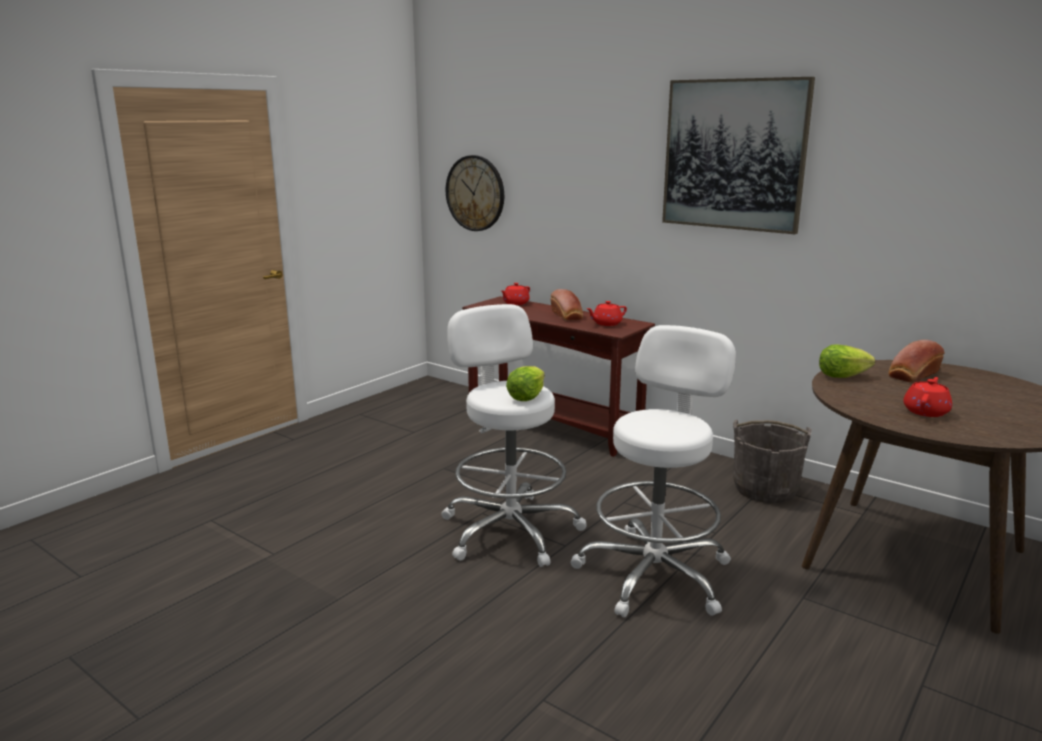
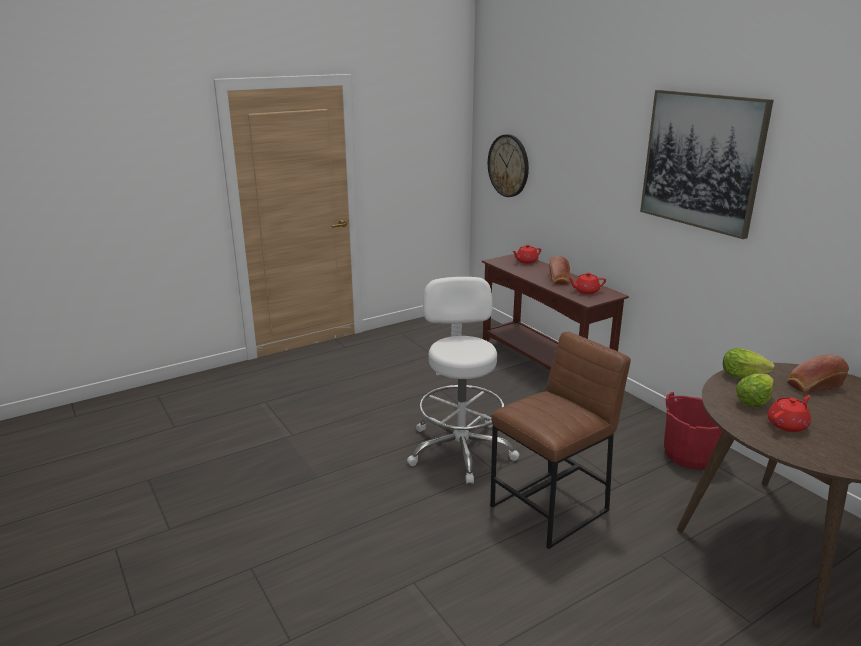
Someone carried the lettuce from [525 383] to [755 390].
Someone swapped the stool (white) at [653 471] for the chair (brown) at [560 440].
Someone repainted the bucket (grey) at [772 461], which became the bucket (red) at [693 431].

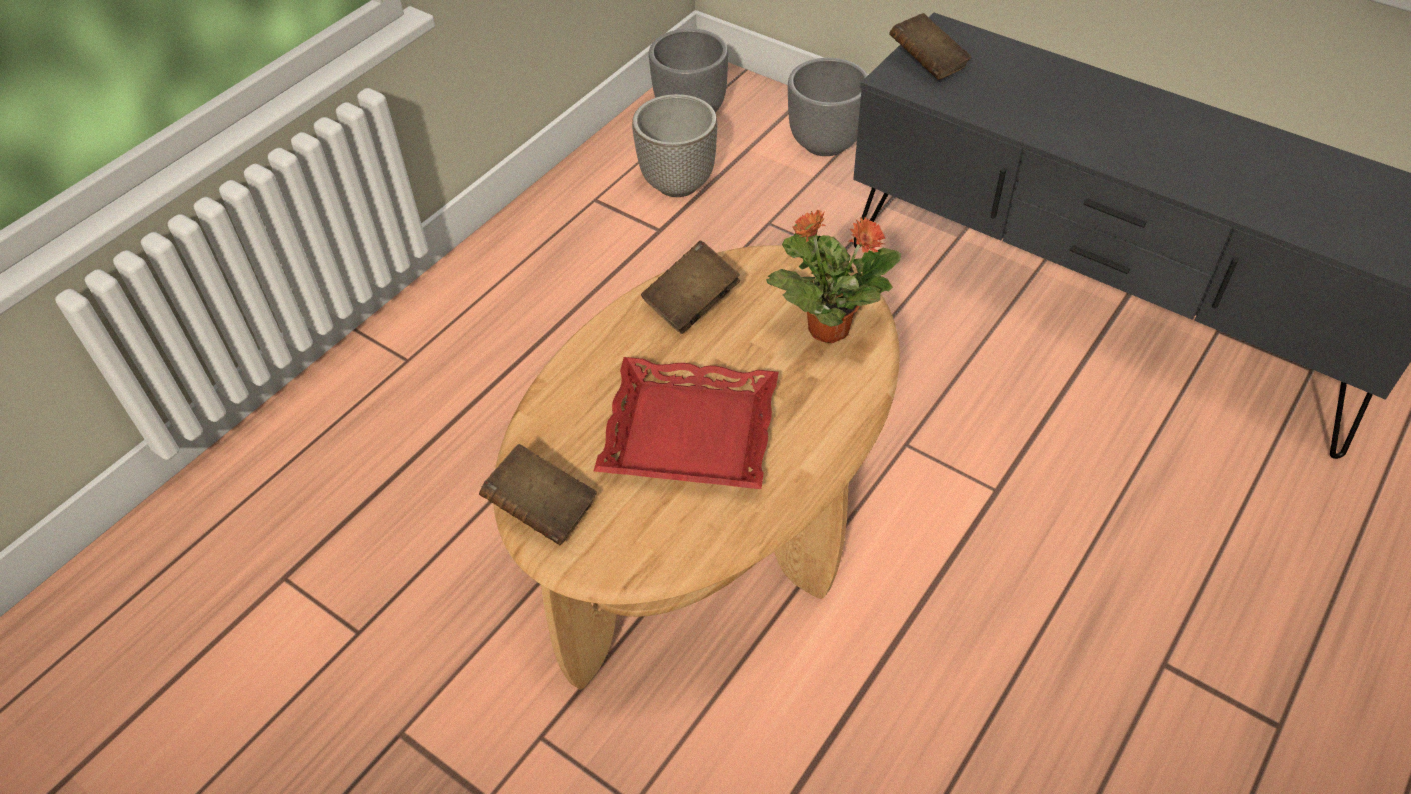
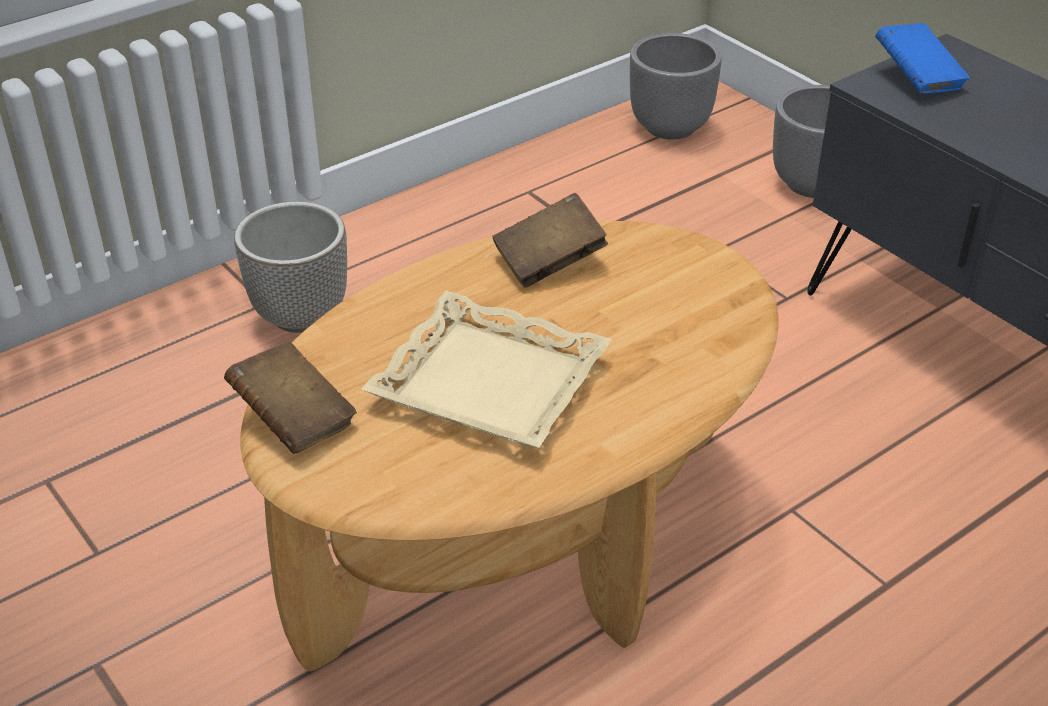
Someone repainted the tray (red) at [686 423], which became the tray (beige) at [486 369].
Someone carried the planter from [674 145] to [290 267].
Someone took away the potted plant at [833 276].
Someone repainted the book (brown) at [930 46], which became the book (blue) at [922 58].

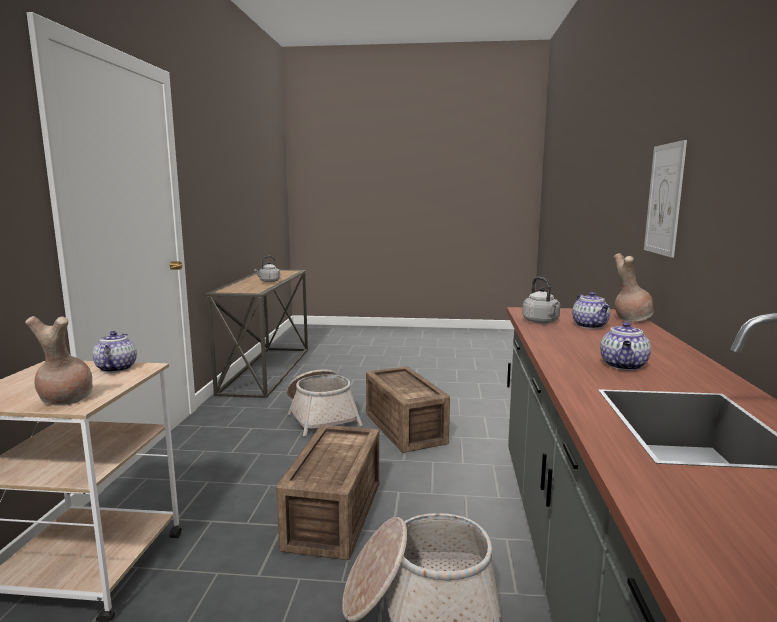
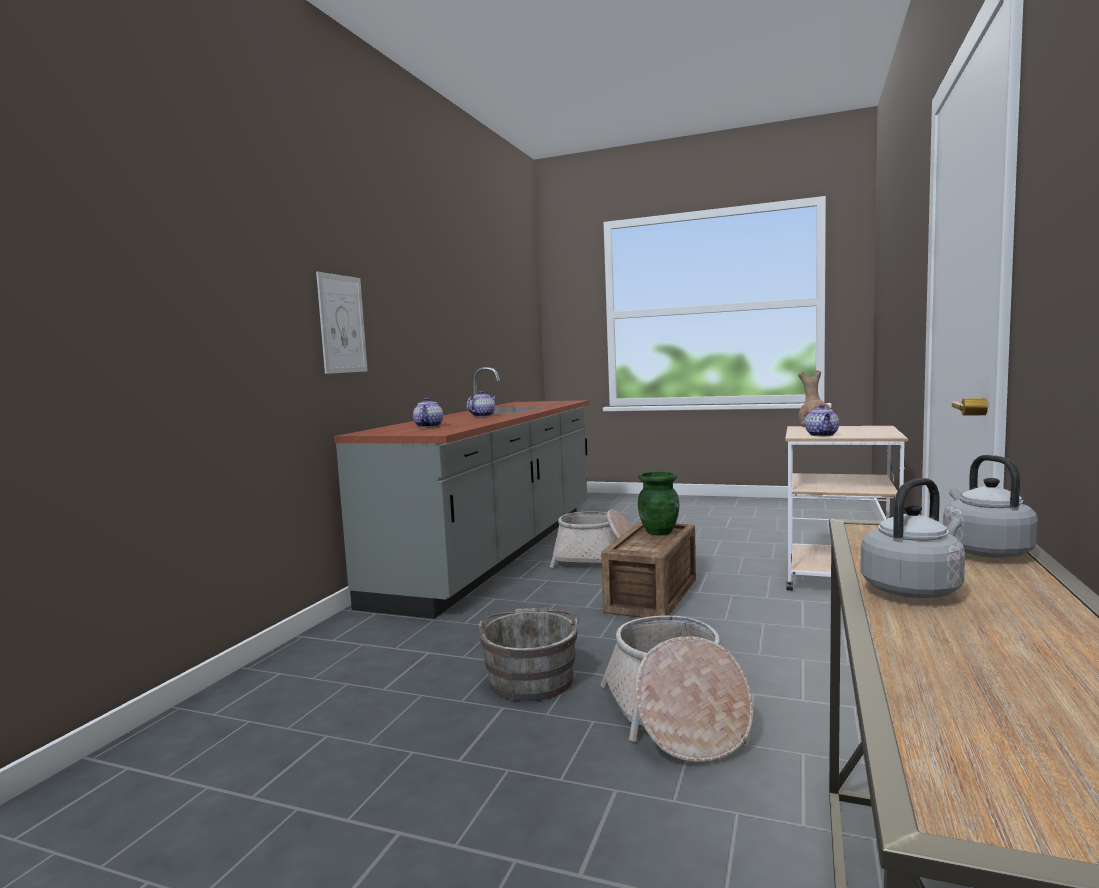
Someone swapped the crate at [408 410] for the bucket (grey) at [529 654].
Someone carried the kettle (grey) from [541 300] to [990 506].
Someone took away the vase (brown) at [634 287].
Someone put down the vase (green) at [658 503].

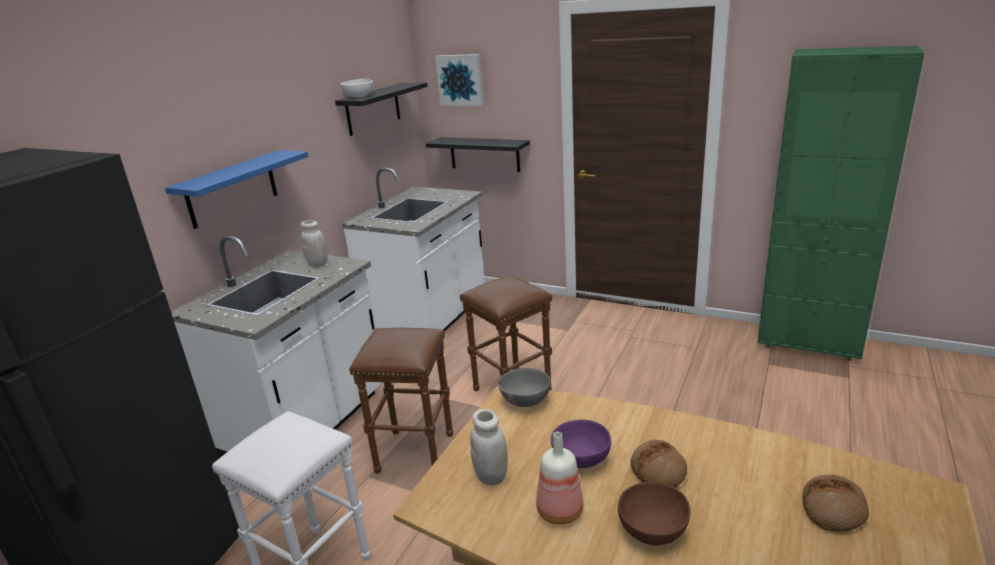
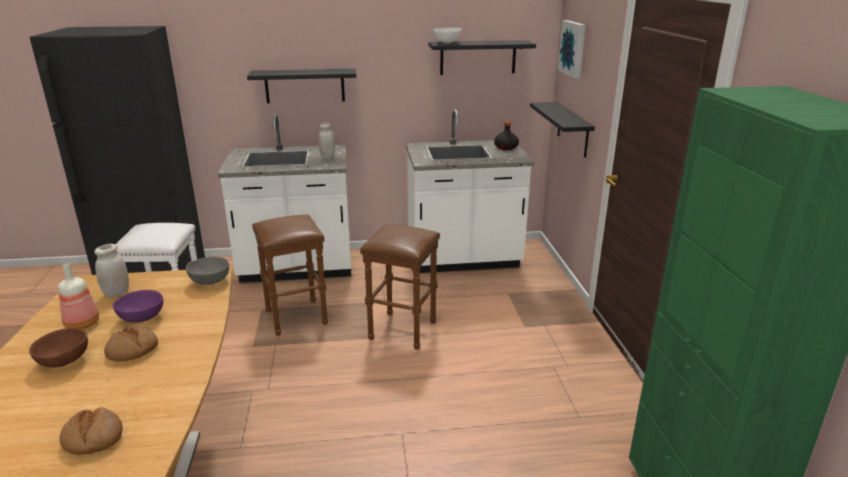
Someone repainted the shelf (blue) at [237 189], which became the shelf (black) at [301 86].
Someone put down the bottle (black) at [506 135].

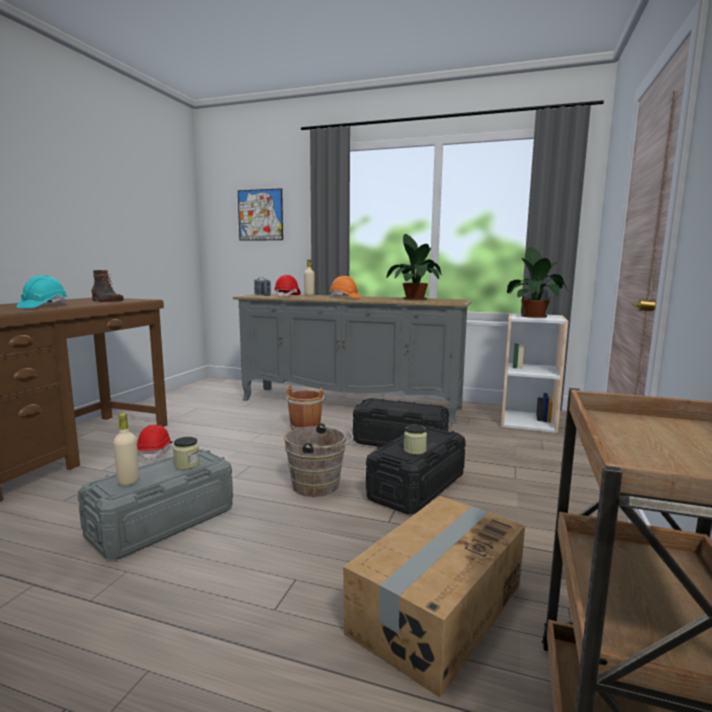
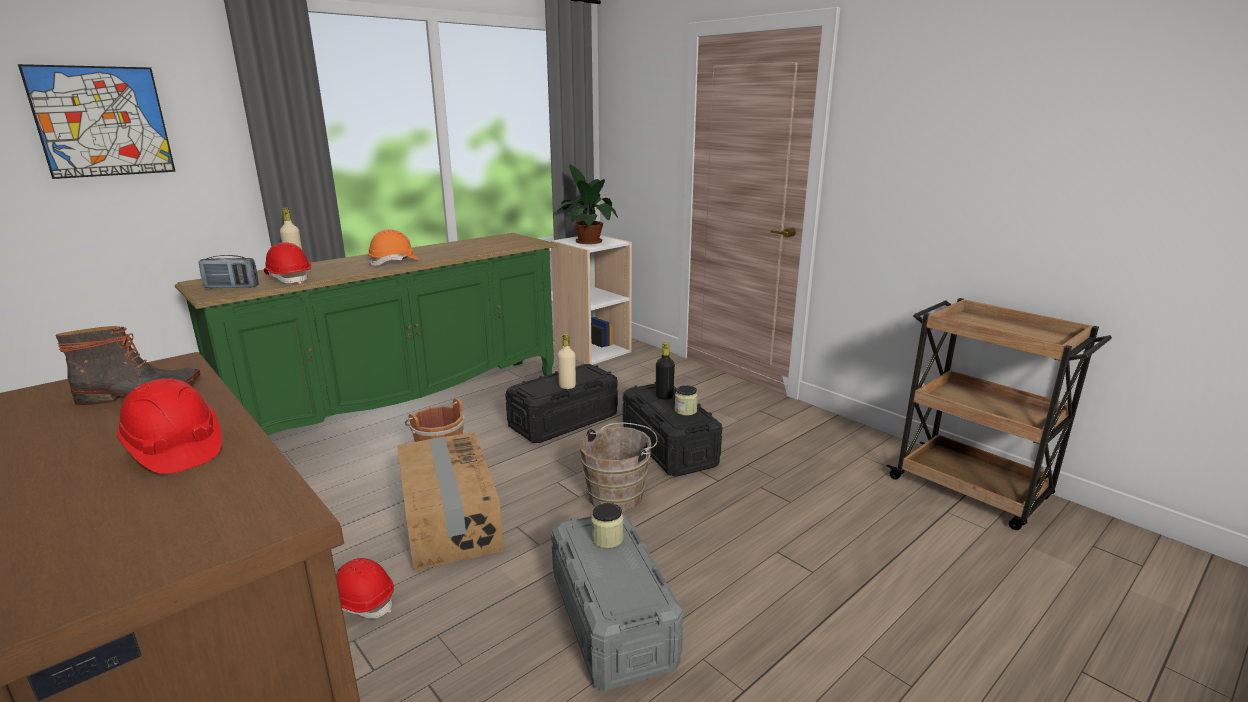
Someone repainted the hard hat (turquoise) at [42 292], which became the hard hat (red) at [169 426].
Someone carried the bottle (beige) from [126 449] to [566 361].
Someone repainted the cabinet (grey) at [352 359], which became the cabinet (green) at [366 334].
Someone carried the cardboard box from [434 597] to [450 501].
Someone took away the potted plant at [414 267].
Someone put down the bottle (black) at [665 371].

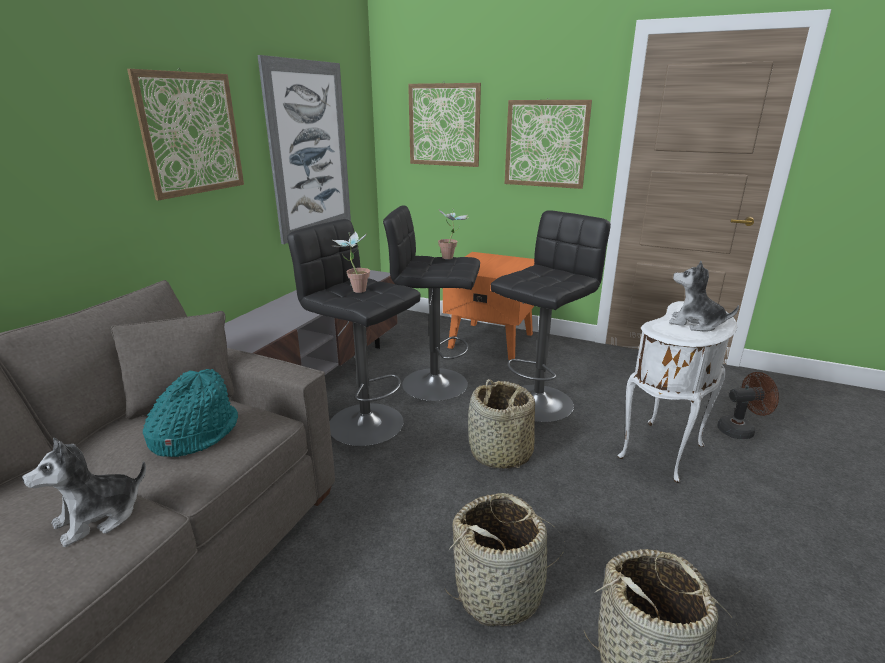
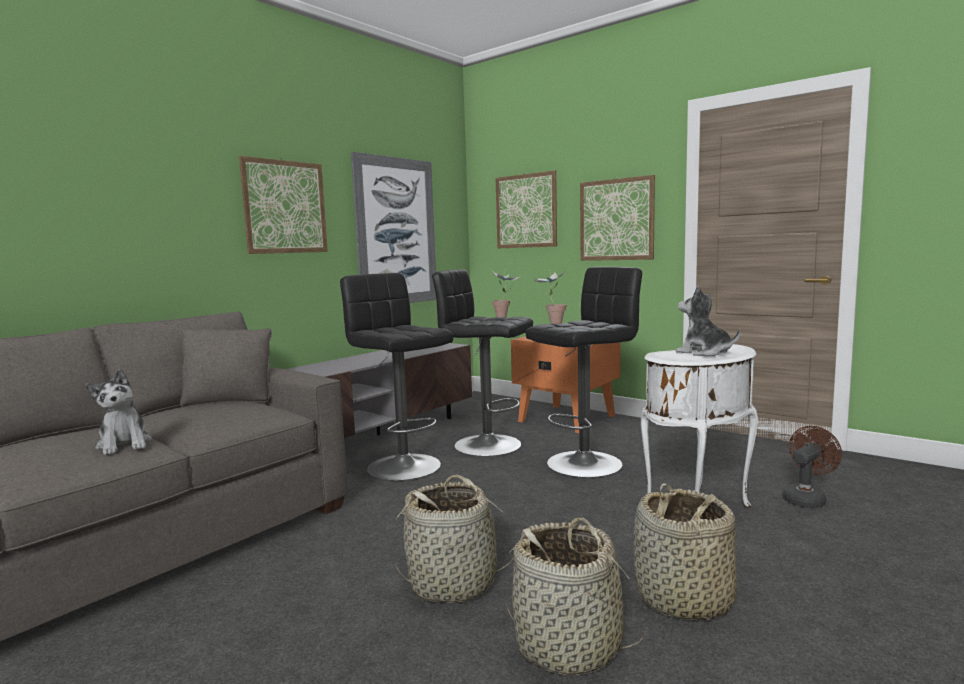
Someone rotated the plush toy at [84 492] by 90 degrees counterclockwise.
Someone took away the hat (turquoise) at [190 413].
Someone carried the potted plant from [350 262] to [550 297].
Someone carried the basket from [501 424] to [685 552].
Someone rotated the fan (brown) at [748 405] by 45 degrees counterclockwise.

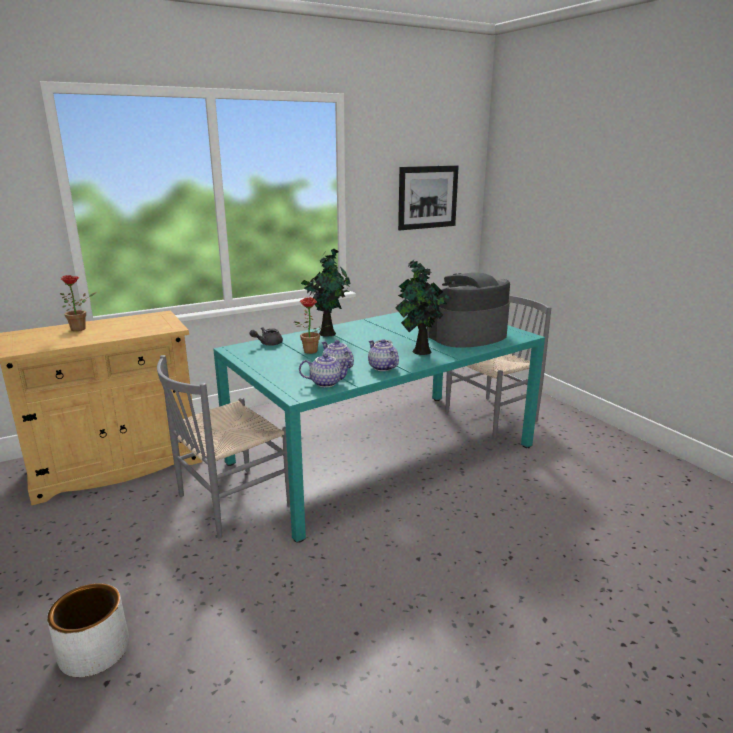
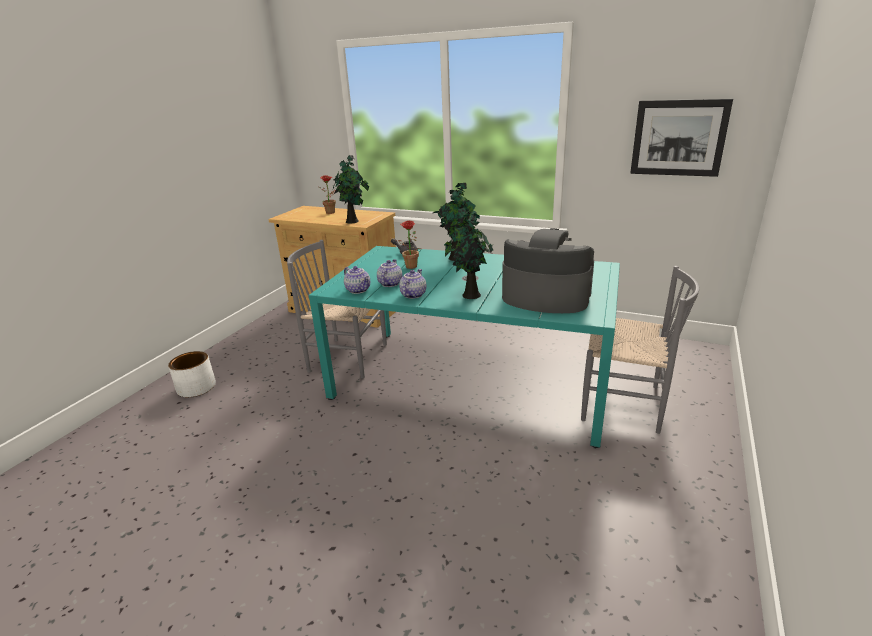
Someone put down the potted plant at [351 189].

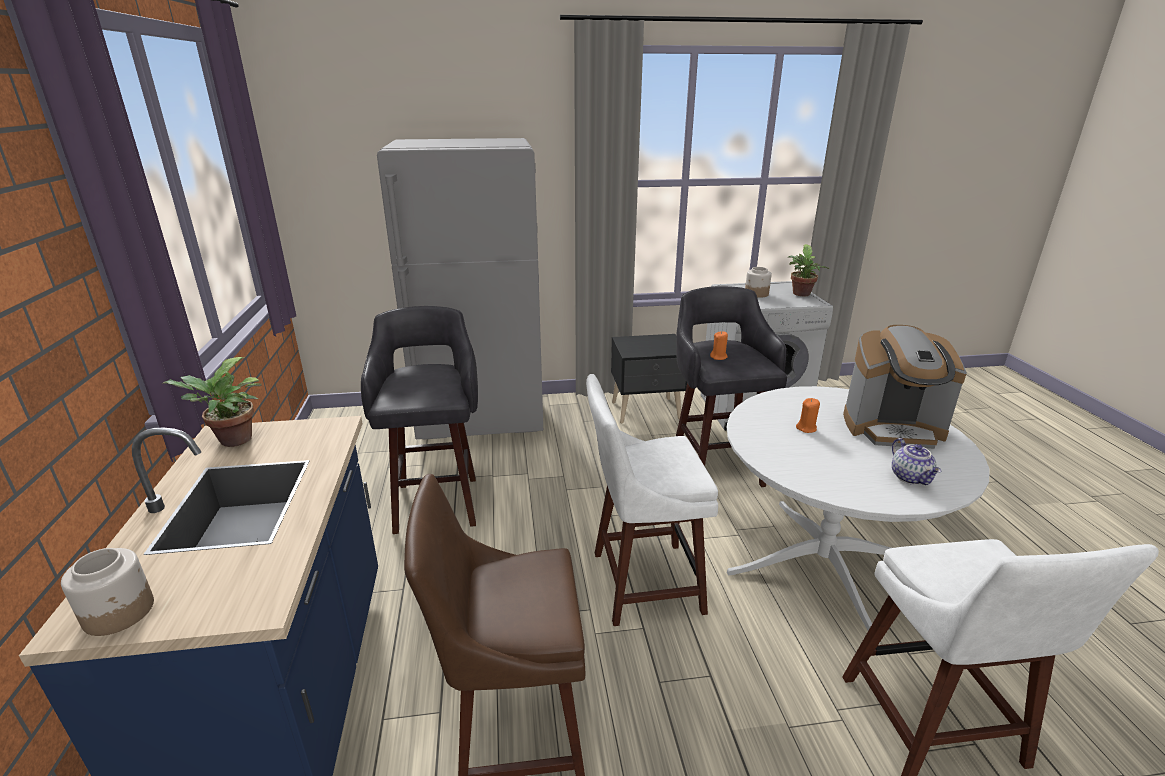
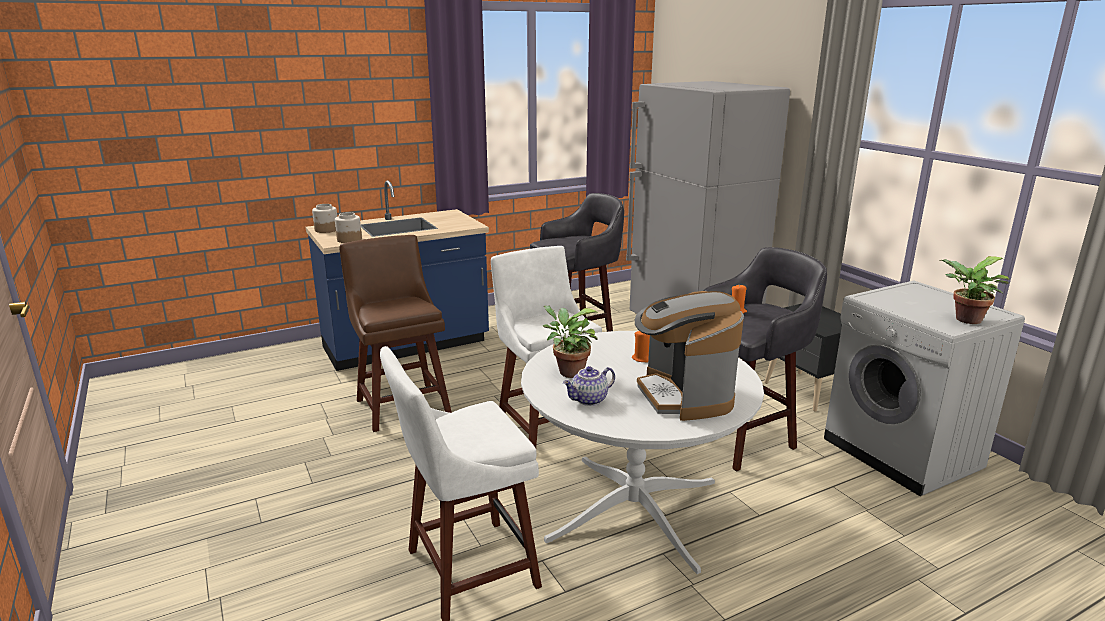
Someone carried the potted plant from [212 402] to [570 341].
Someone carried the jar from [758 282] to [348 227].

